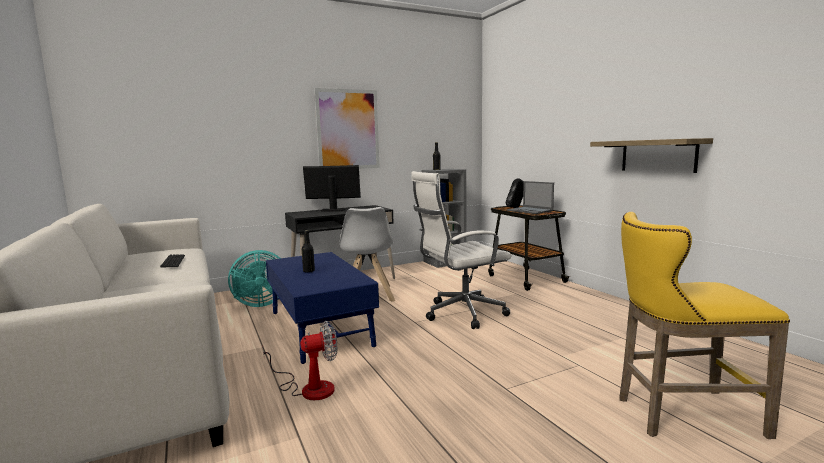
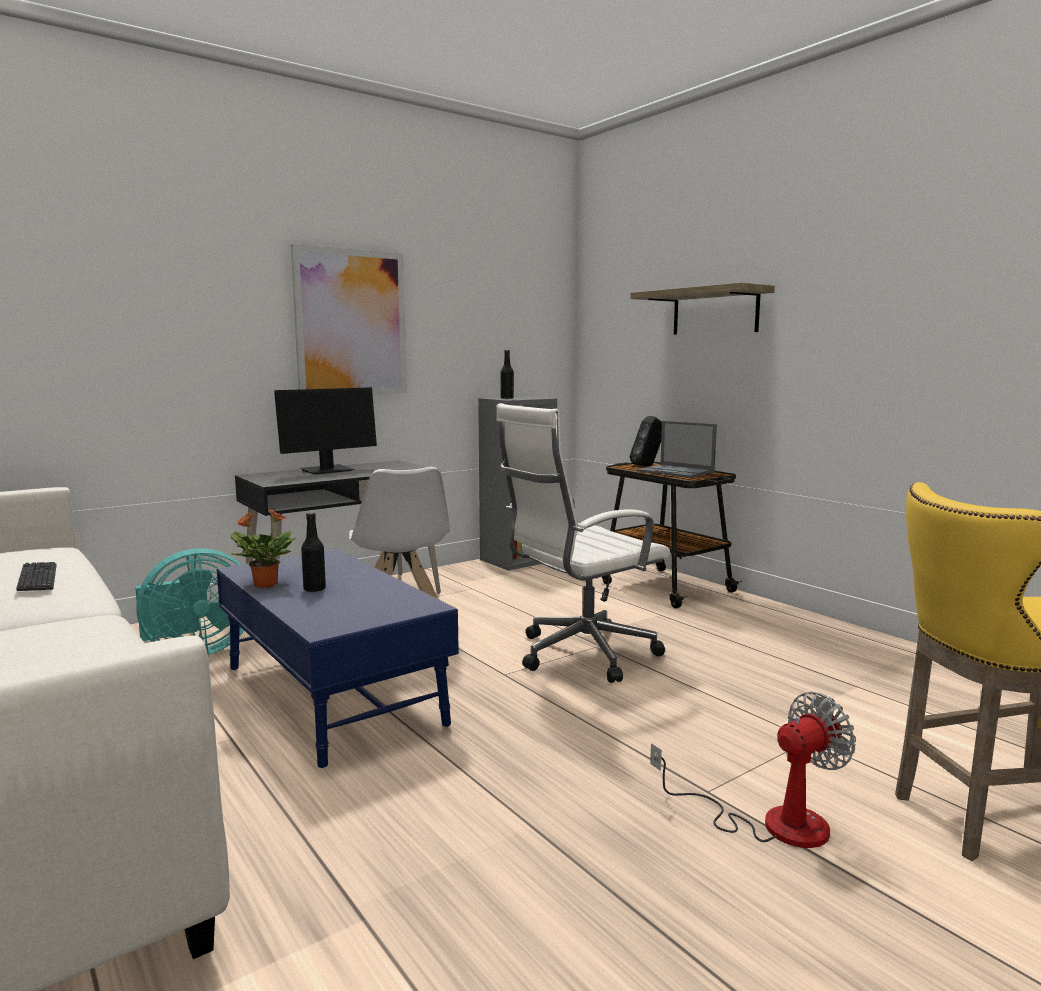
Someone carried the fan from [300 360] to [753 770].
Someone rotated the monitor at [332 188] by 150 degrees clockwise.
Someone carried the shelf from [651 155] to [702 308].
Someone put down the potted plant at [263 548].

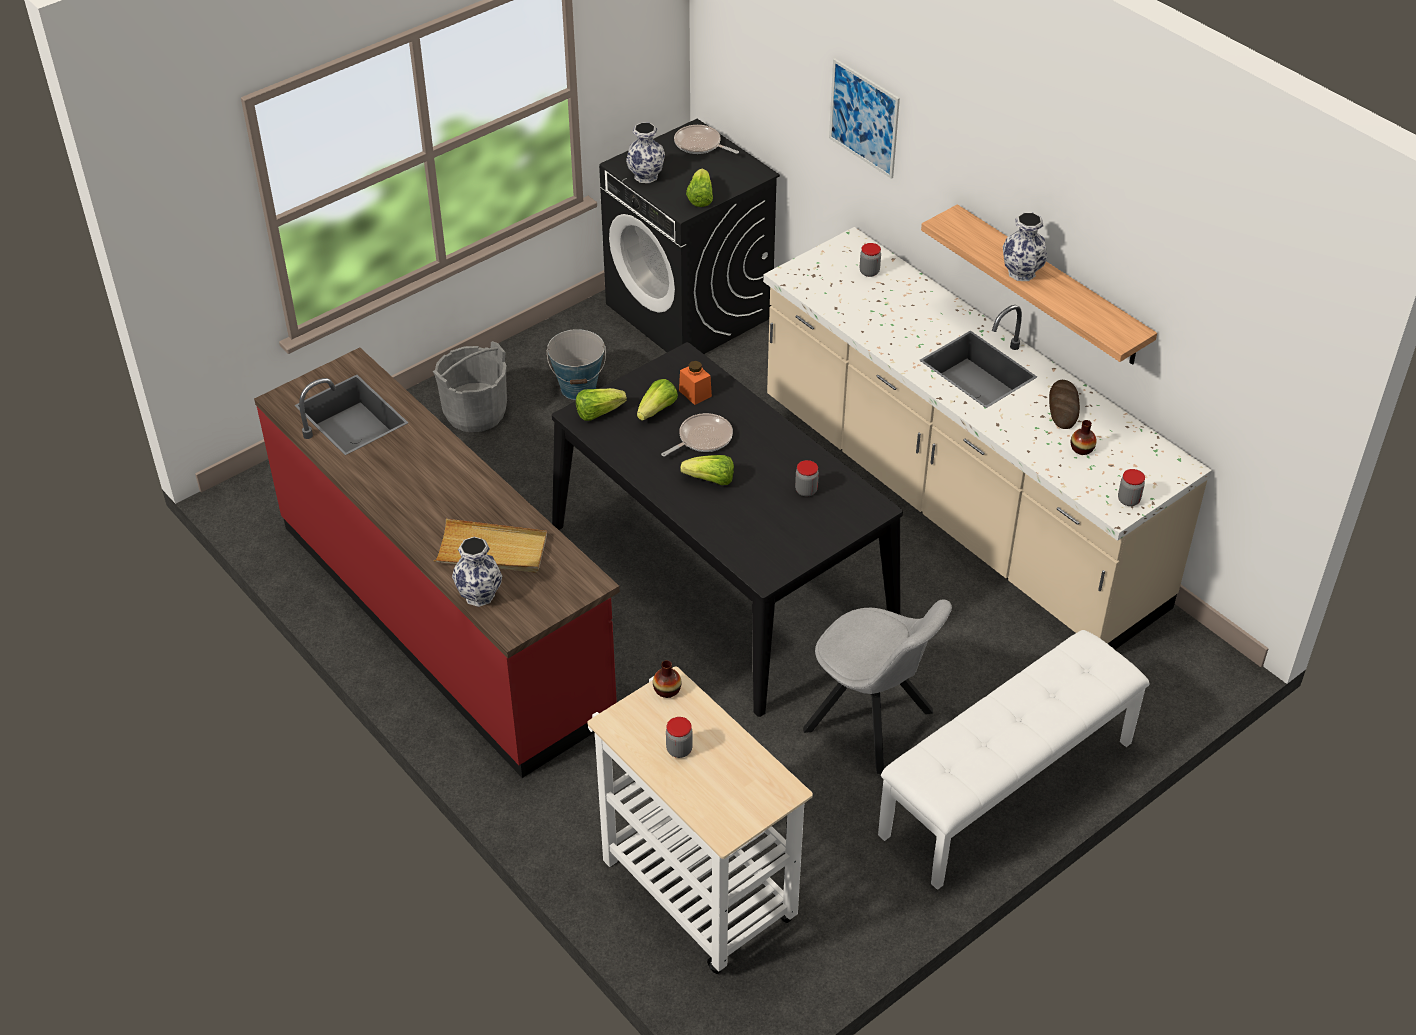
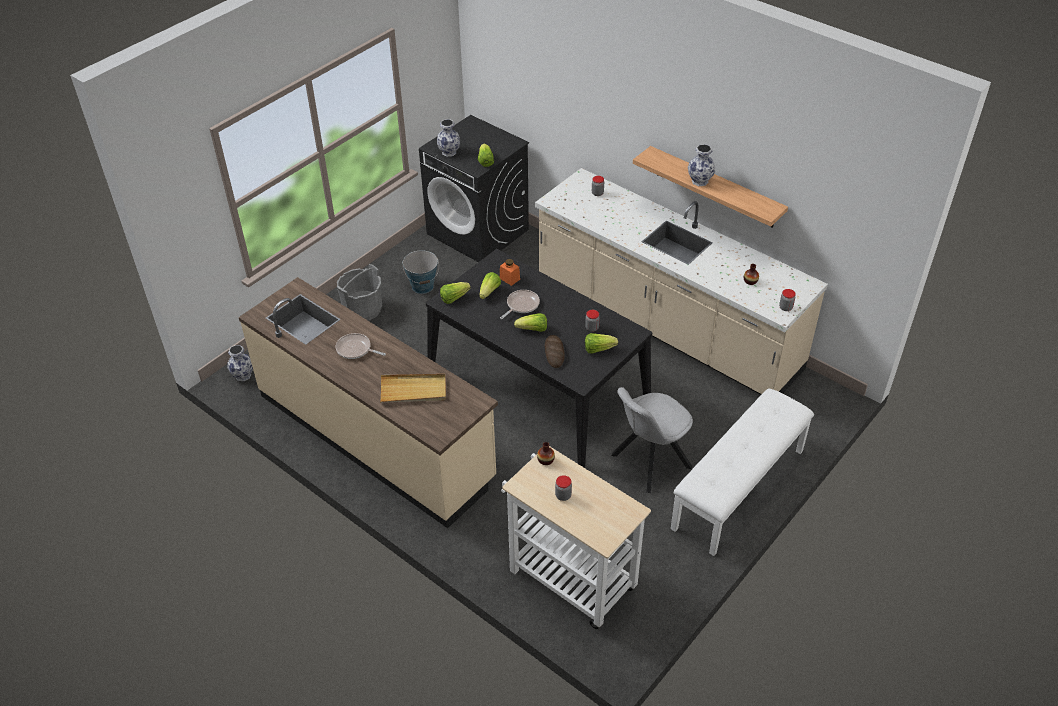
Someone repainted the counter (red) at [437 563], which became the counter (beige) at [368 402].
Someone carried the vase from [477 572] to [240 363].
Someone carried the frying pan from [706 139] to [361 346].
Someone rotated the chair (grey) at [877 686] by 120 degrees clockwise.
Someone took away the picture at [864 118].
Someone carried the bread from [1064 404] to [555 351].
Someone put down the lettuce at [601 343].

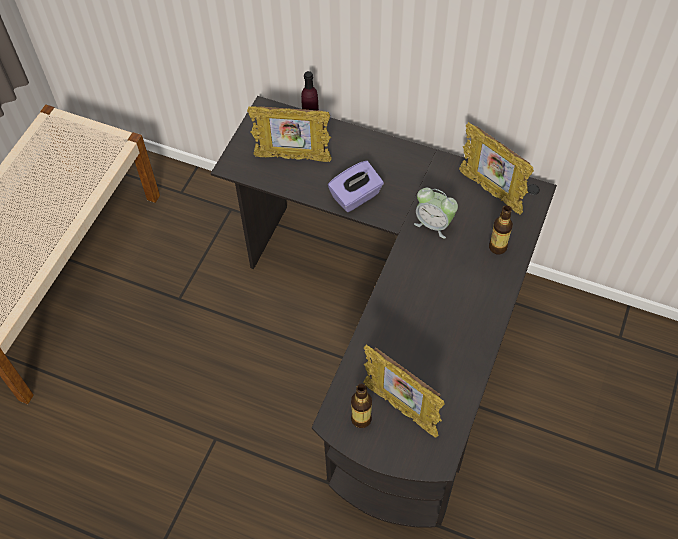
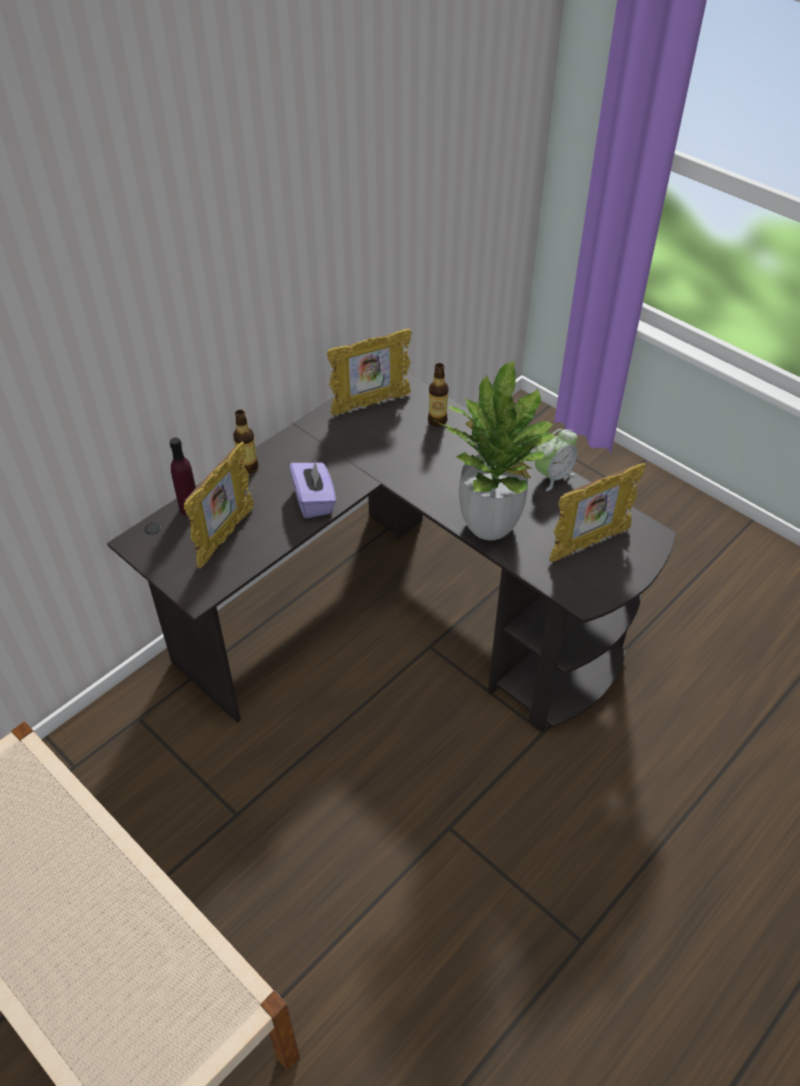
Someone carried the bottle from [361 406] to [246 442].
Someone carried the alarm clock from [436 213] to [556 459].
Someone put down the potted plant at [494 450].

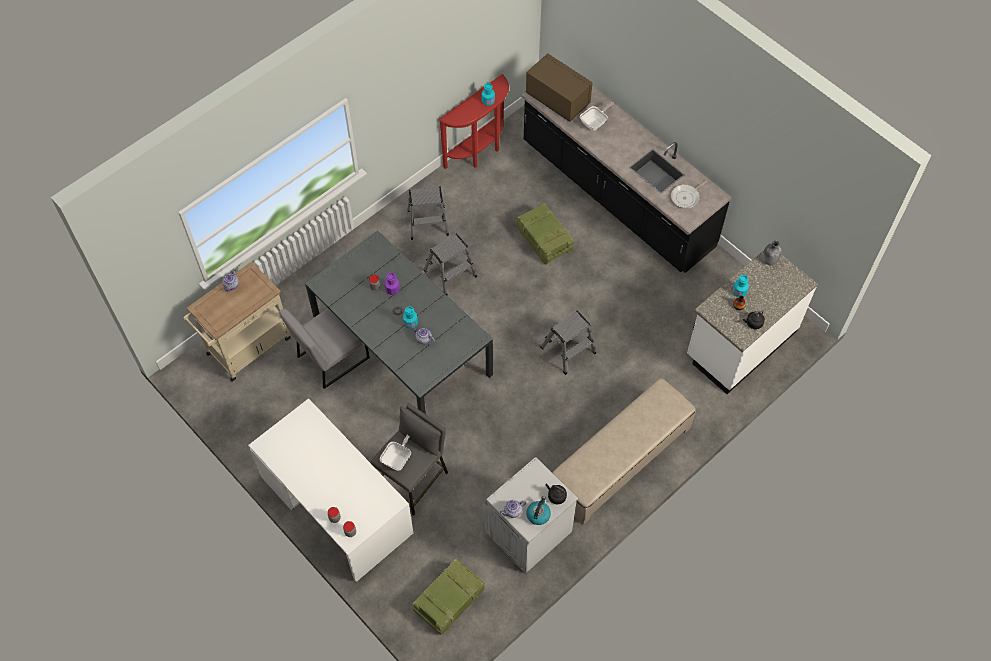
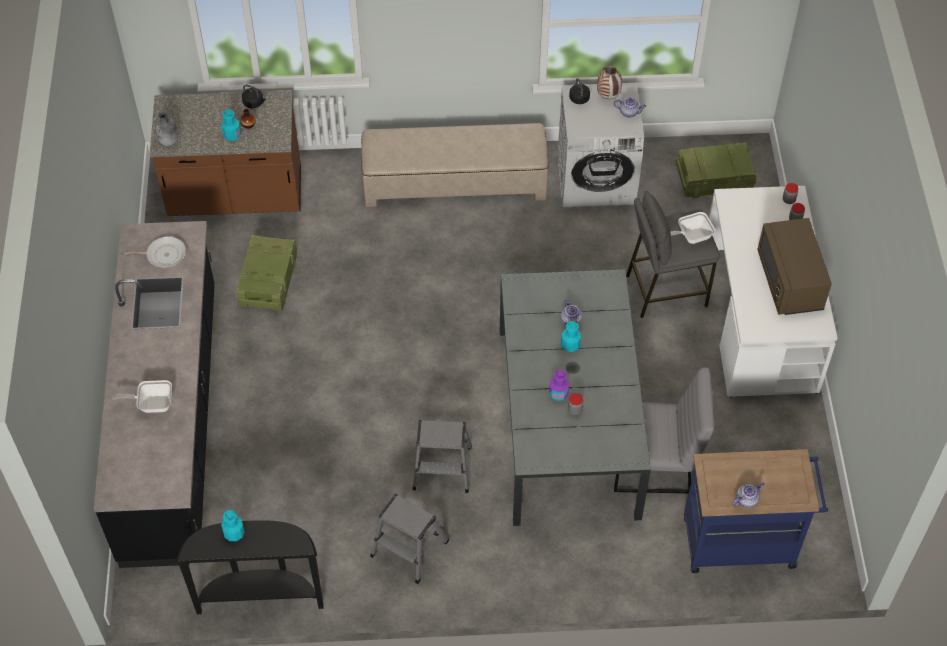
Someone repainted the cart (beige) at [237 321], which became the cart (blue) at [756 511].
Someone repainted the console table (red) at [474 121], which became the console table (black) at [249 567].
Someone carried the crate from [545 234] to [266 273].
Someone carried the microwave (brown) from [559 87] to [794 266].
Someone swapped the kettle at [538 510] for the vase at [609 82].
Someone took away the step ladder (grey) at [568 342].
Someone repainted the counter (white) at [752 321], which became the counter (brown) at [225 153].

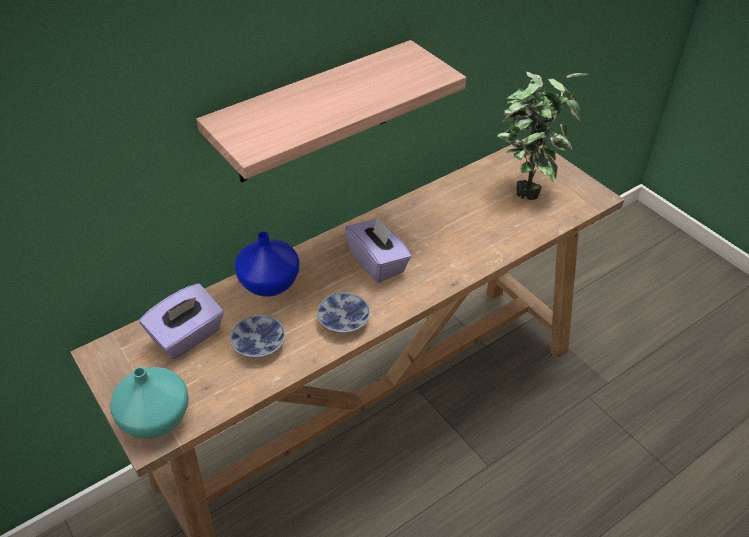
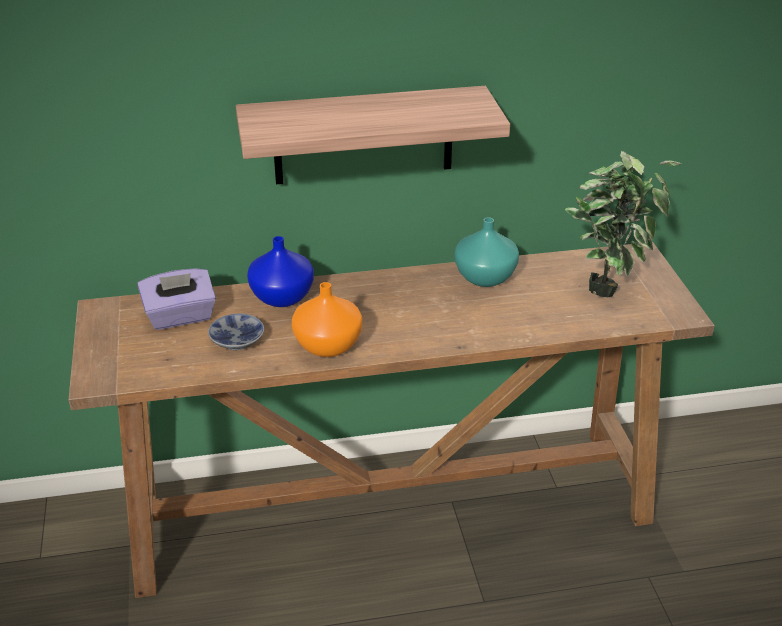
Someone carried the vase (turquoise) from [149 403] to [486 252].
Someone swapped the bowl at [343 312] for the vase (orange) at [327 319].
Someone took away the tissue box (purple) at [378 249].

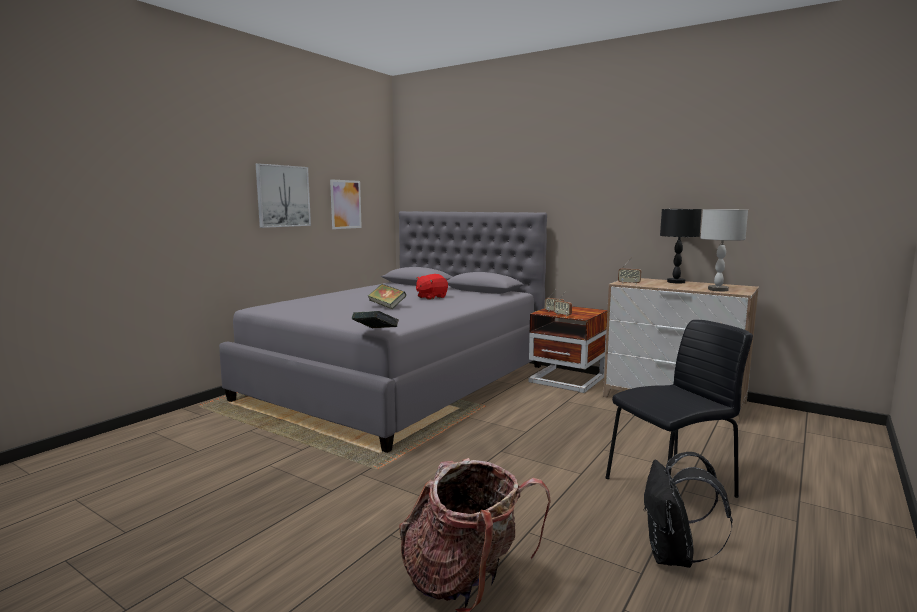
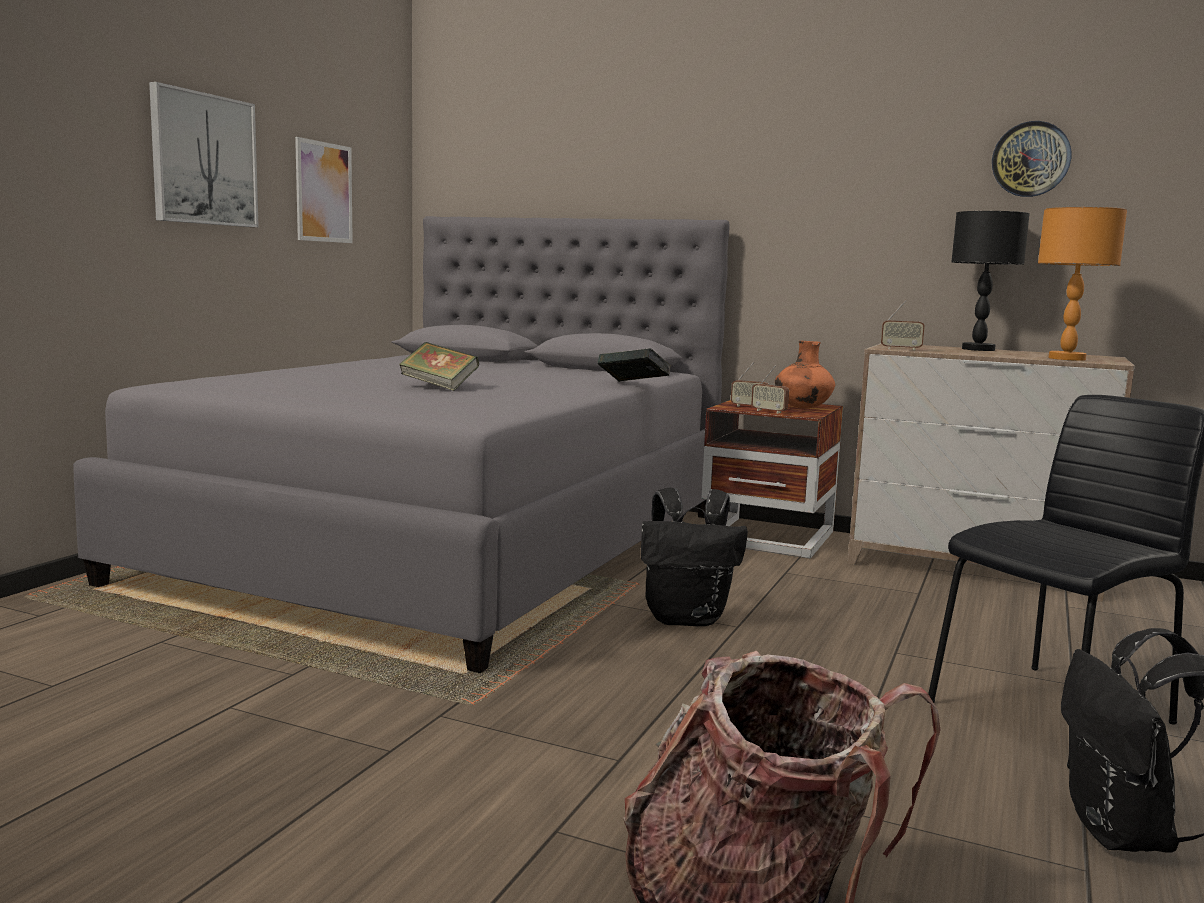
Someone carried the book from [375 319] to [634 365].
Someone took away the plush toy (red) at [432 287].
Someone repainted the table lamp (grey) at [724 250], which became the table lamp (orange) at [1082 284].
Someone put down the backpack (black) at [694 557].
Someone put down the vase (orange) at [805 375].
Someone put up the wall clock at [1031 159].

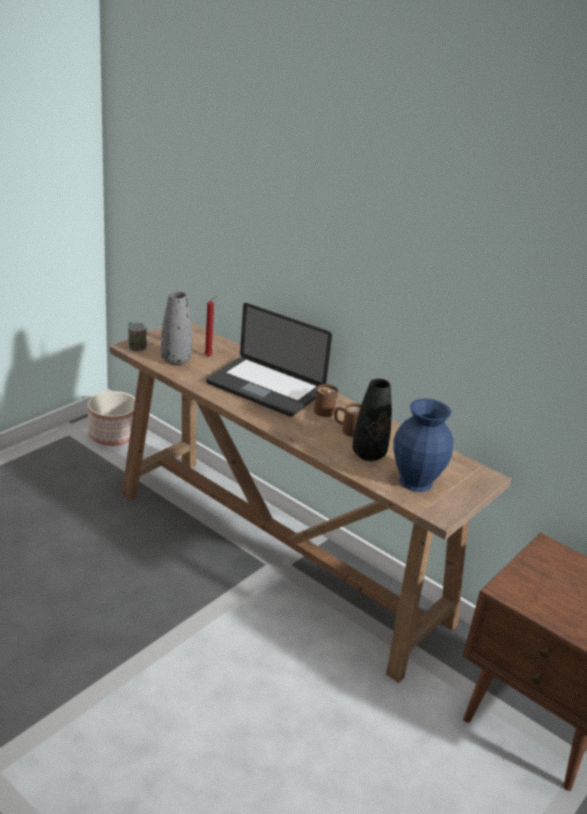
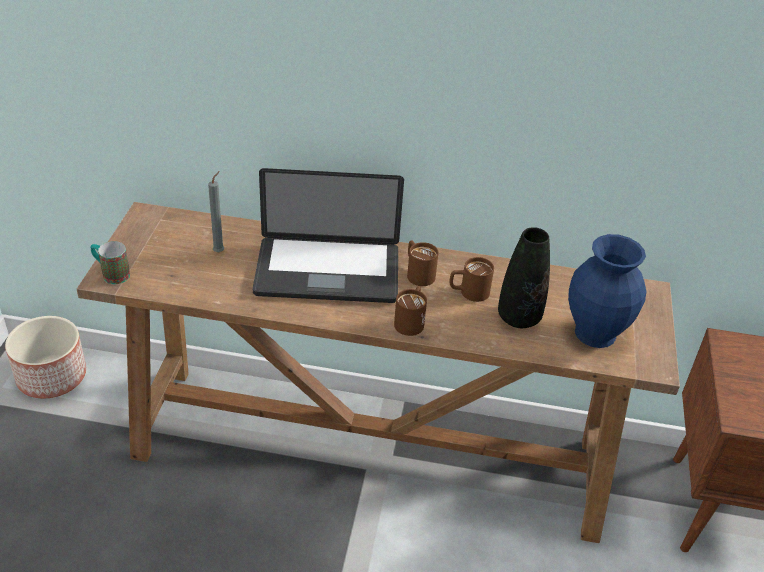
Someone took away the vase (grey) at [176 328].
Someone repainted the candle (red) at [210 326], which became the candle (grey) at [216 211].
Someone put down the mug (brown) at [410 311].

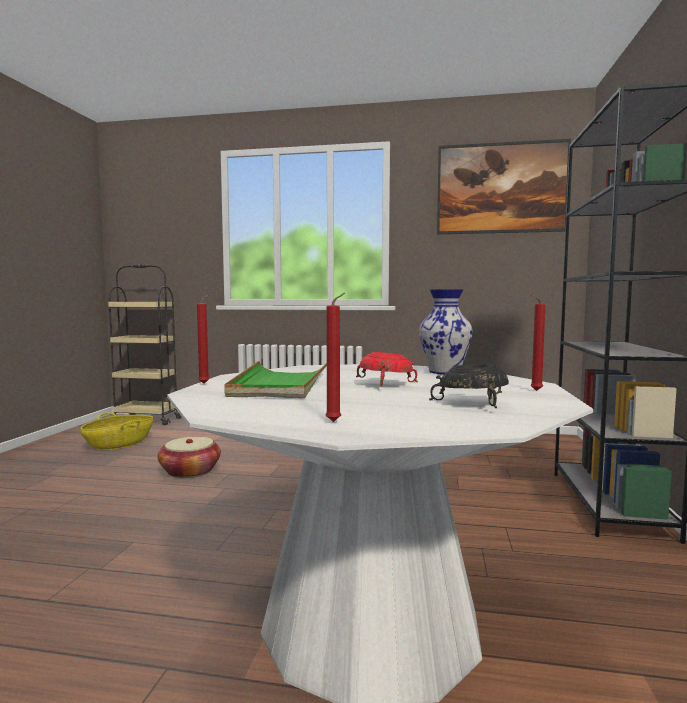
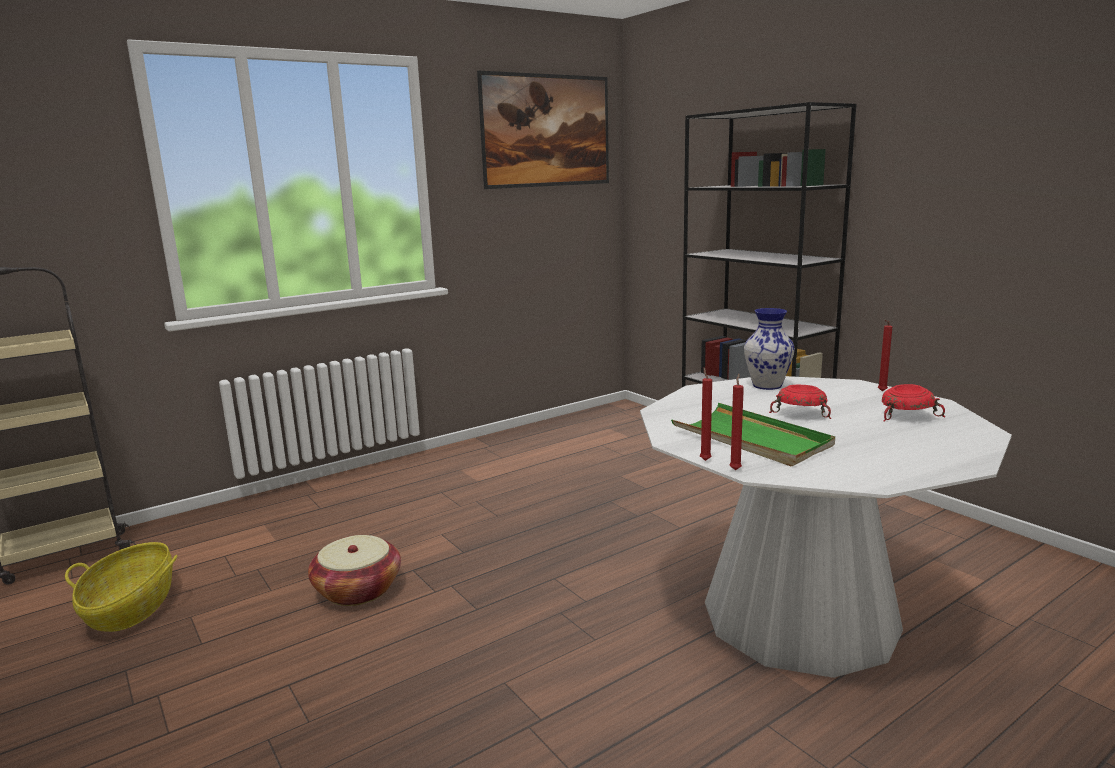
Someone carried the candle (red) from [335 357] to [736 422].
Someone repainted the bowl (black) at [469 386], which became the bowl (red) at [914 403].

